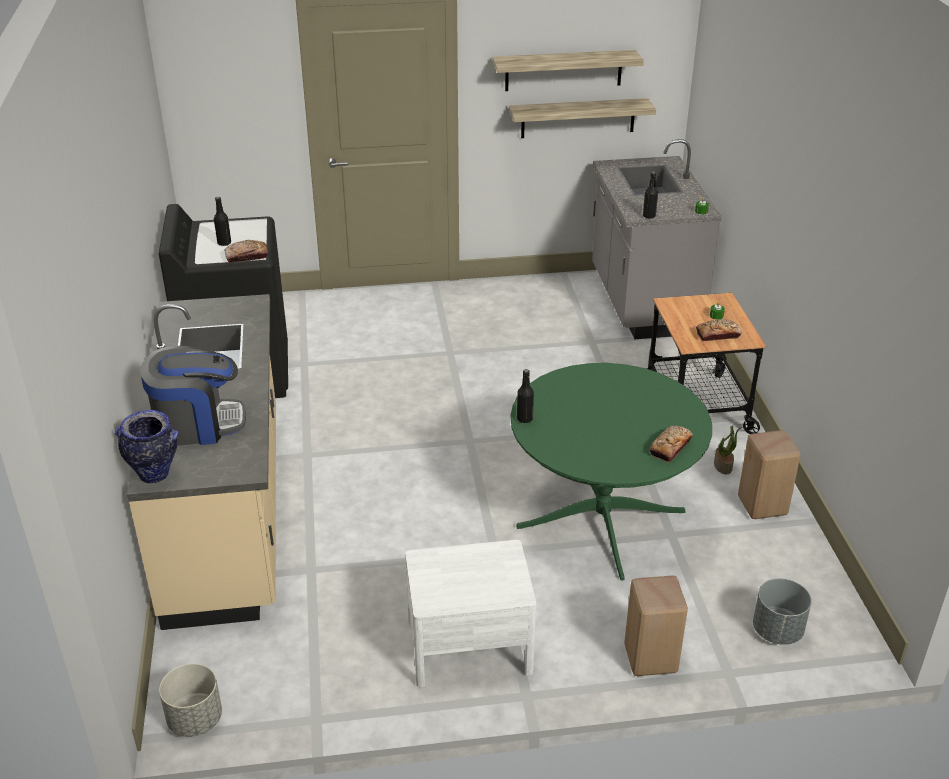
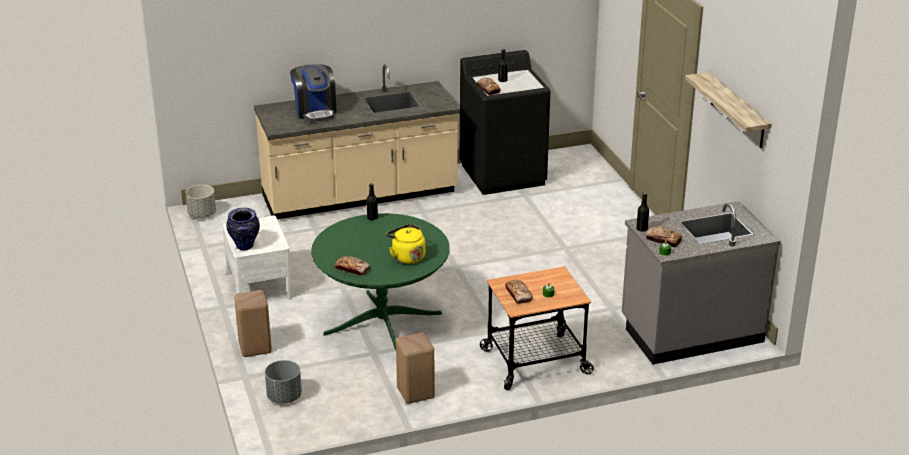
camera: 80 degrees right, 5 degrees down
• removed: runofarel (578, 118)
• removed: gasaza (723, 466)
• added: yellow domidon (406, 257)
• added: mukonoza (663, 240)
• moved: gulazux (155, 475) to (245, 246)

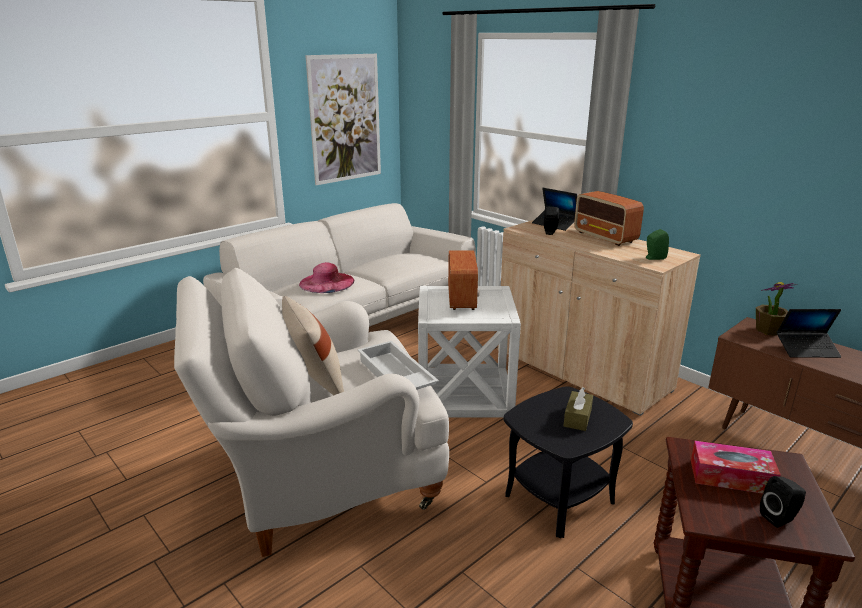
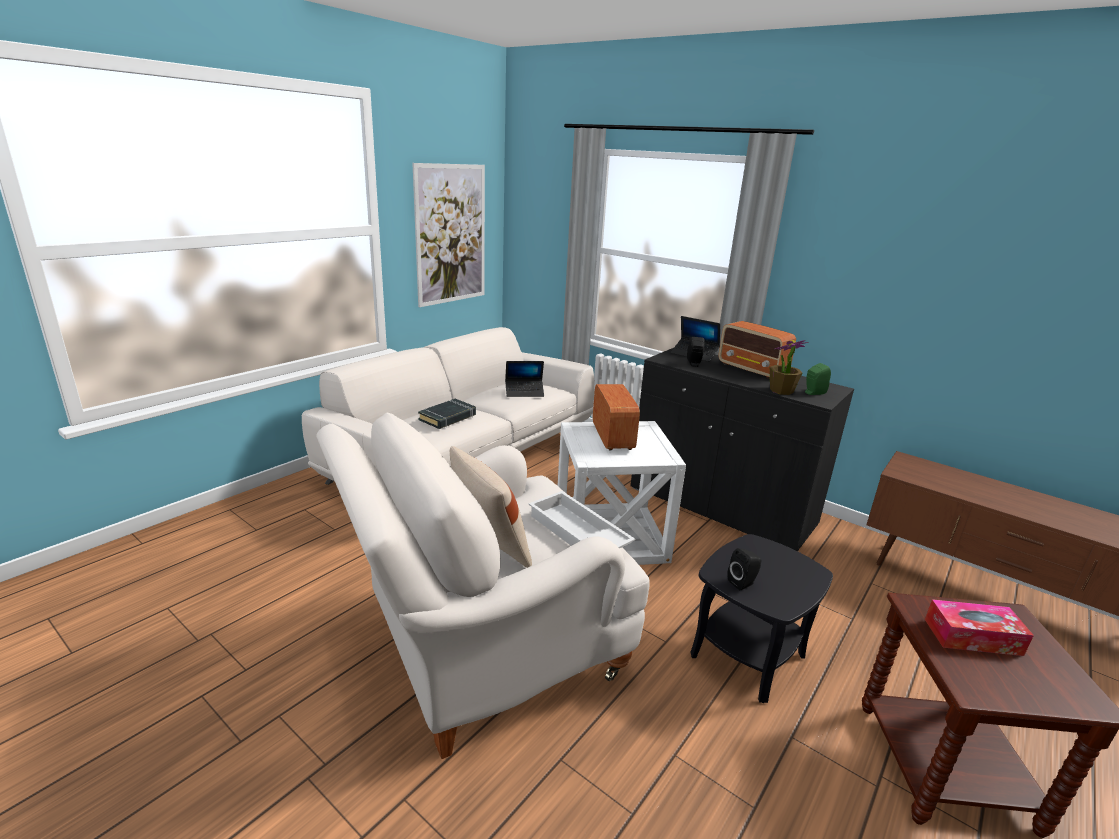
camera: 10 degrees left, 0 degrees up
• removed: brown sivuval (577, 418)
• moved: gasaza (768, 330) to (781, 391)
• moved: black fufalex (780, 518) to (743, 583)
• moved: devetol (806, 350) to (524, 392)
• replaced: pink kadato (327, 282) to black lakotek (448, 417)
• recoloured: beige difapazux (581, 370) to black difapazux (720, 506)

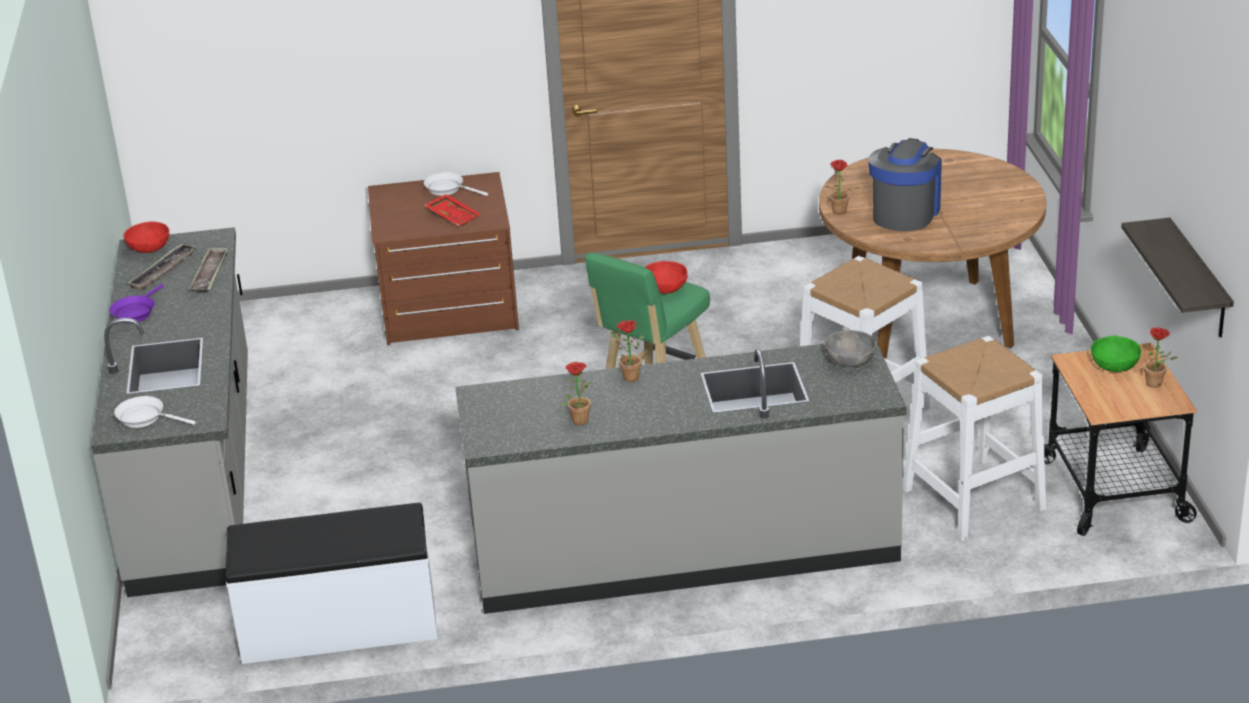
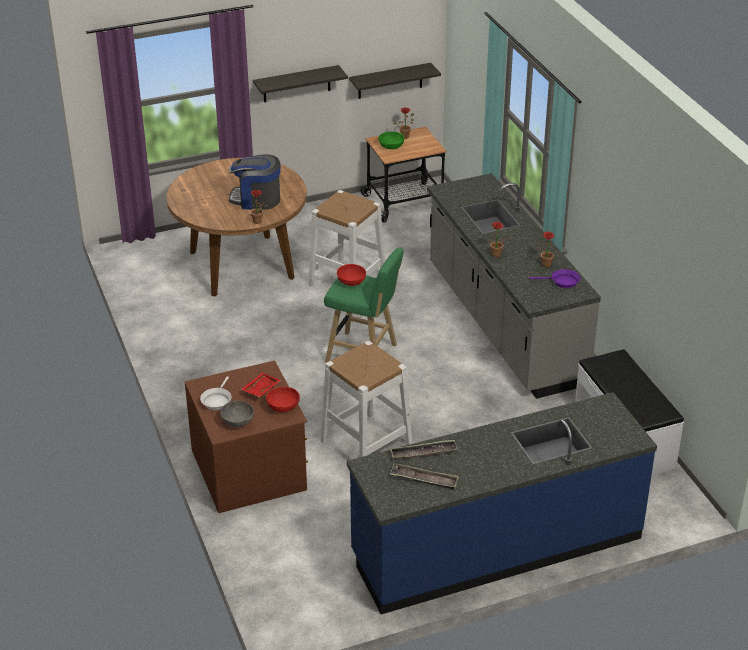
camera: 105 degrees left, 5 degrees up
• removed: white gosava (145, 418)
• added: runofarel (296, 84)
• moved: purple gosava (135, 312) to (562, 282)
• moved: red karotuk (149, 248) to (283, 407)
• moved: grey karotuk (850, 360) to (237, 421)
• moved: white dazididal (973, 498) to (366, 443)
• recoloured: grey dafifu (196, 473) to blue dafifu (496, 546)

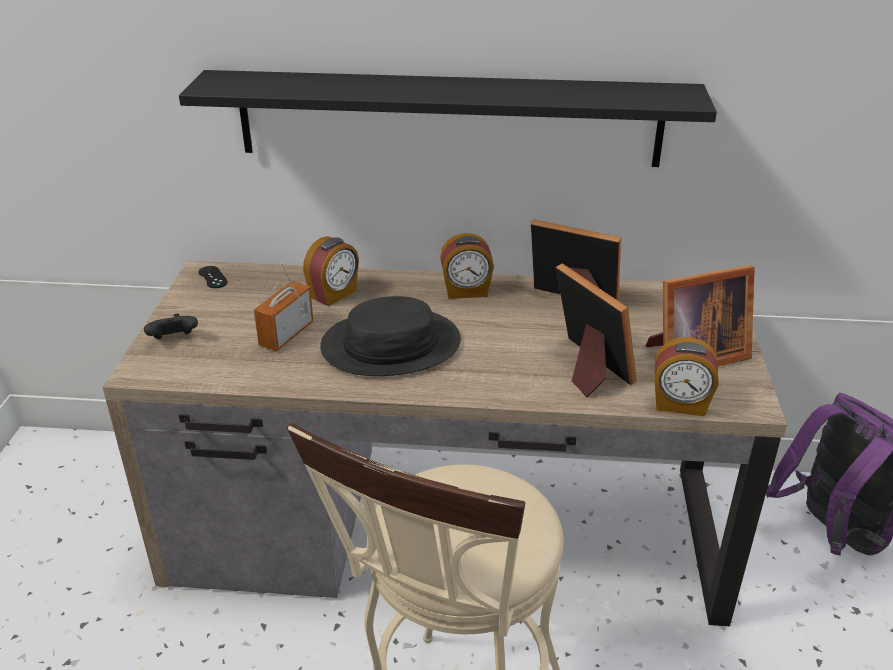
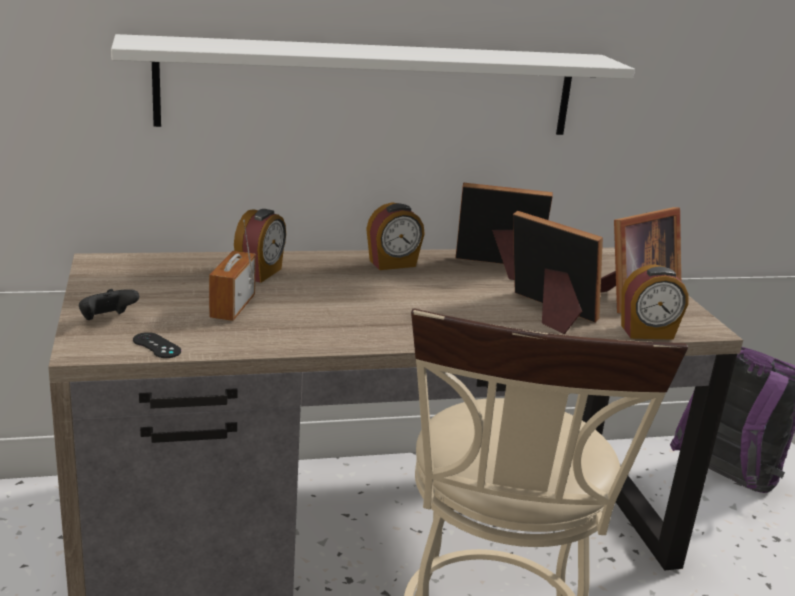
camera: 20 degrees left, 10 degrees down
• removed: black kadato (391, 345)
• moved: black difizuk (213, 277) to (156, 346)
• recoloured: black runofarel (448, 118) to white runofarel (371, 88)

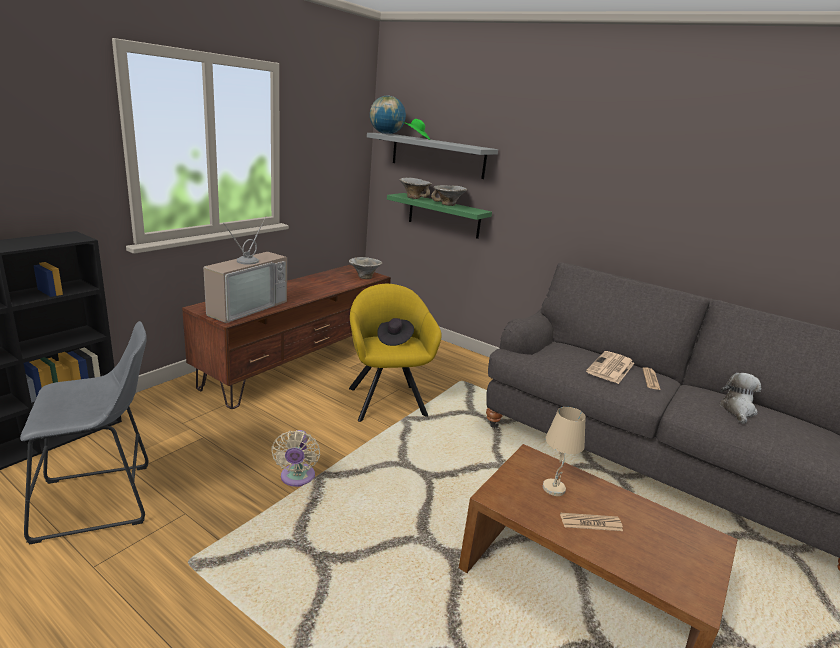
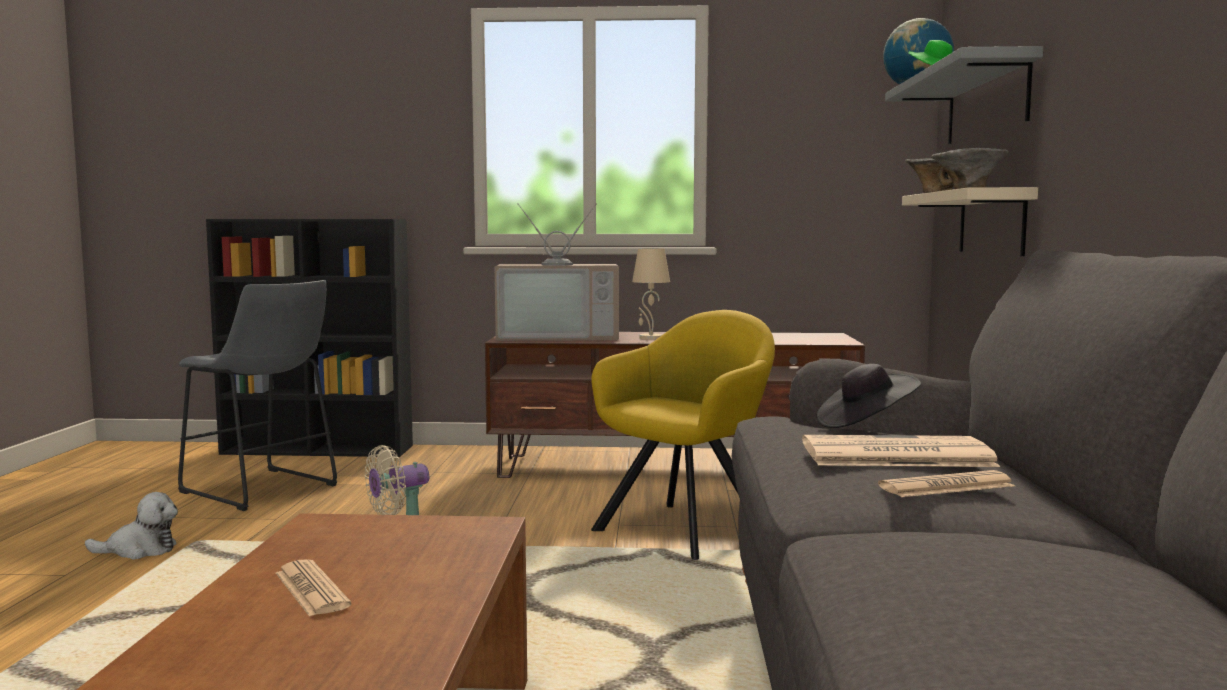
camera: 60 degrees right, 15 degrees down
• removed: karotuk (364, 277)
• moved: black kadato (394, 339) to (866, 424)
• moved: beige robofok (554, 489) to (650, 338)
• moved: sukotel (737, 410) to (139, 550)
• recoloured: green runofarel (444, 215) to beige runofarel (991, 222)

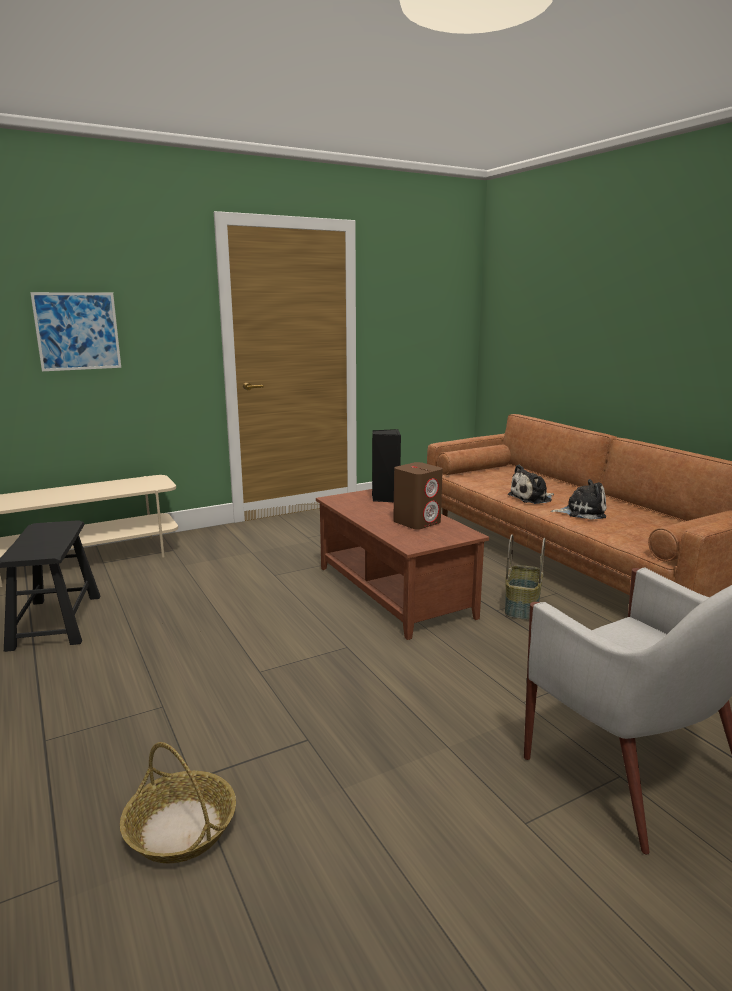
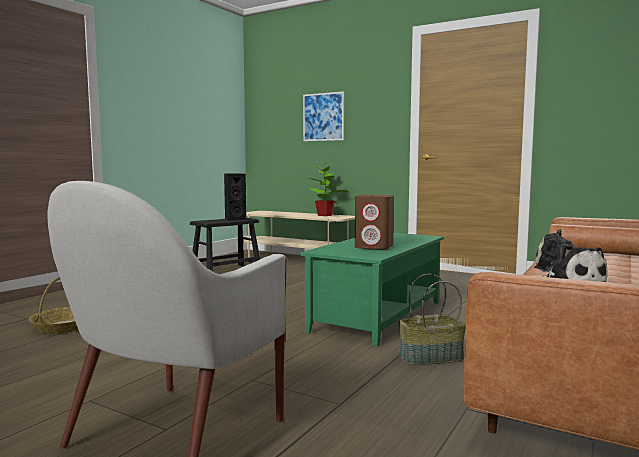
camera: 60 degrees right, 10 degrees down
• added: gasaza (325, 215)
• moved: black fufalex (385, 498) to (234, 219)
• recoloured: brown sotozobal (395, 591) to green sotozobal (379, 316)

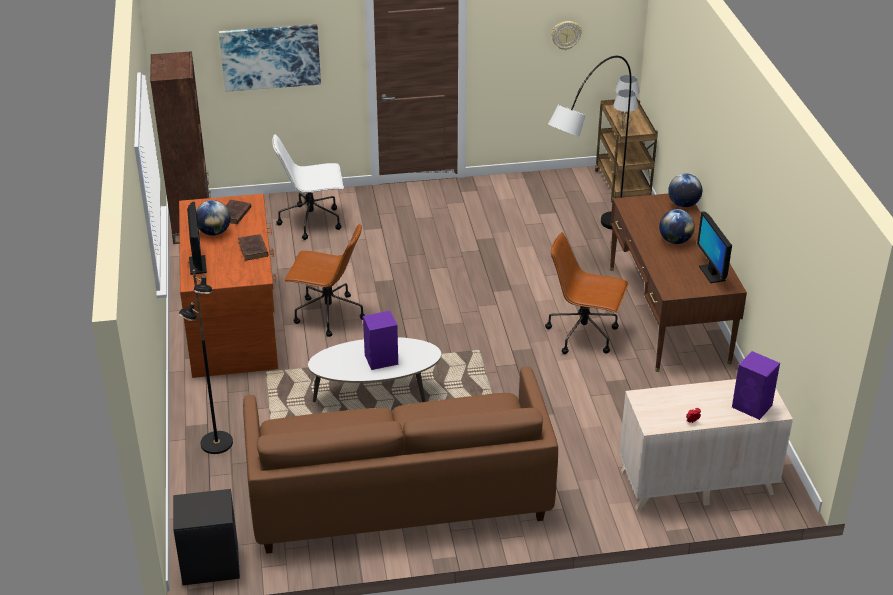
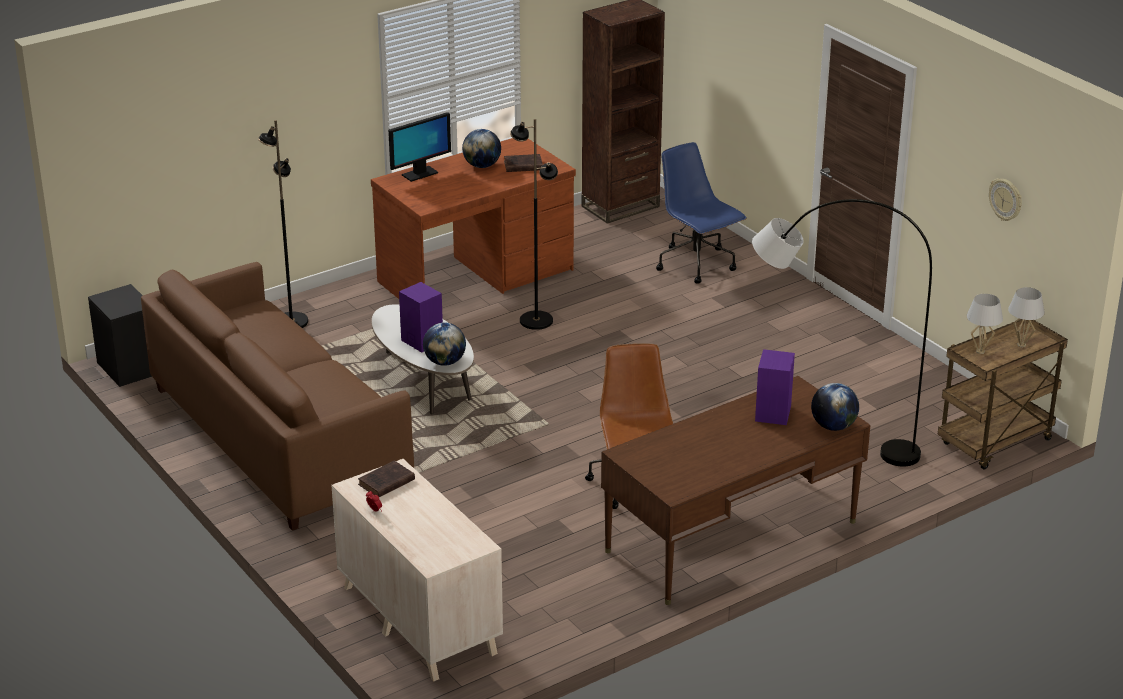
camera: 65 degrees right, 5 degrees down
• removed: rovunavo (270, 57)
• removed: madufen (712, 273)
• moved: brown lakotek (253, 250) to (385, 483)
• moved: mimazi (675, 241) to (445, 362)
• moved: purple fufalex (752, 406) to (773, 414)
• replaced: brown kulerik (328, 315) to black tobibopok (536, 320)
• recoloured: white kulerik (312, 221) to blue kulerik (697, 264)

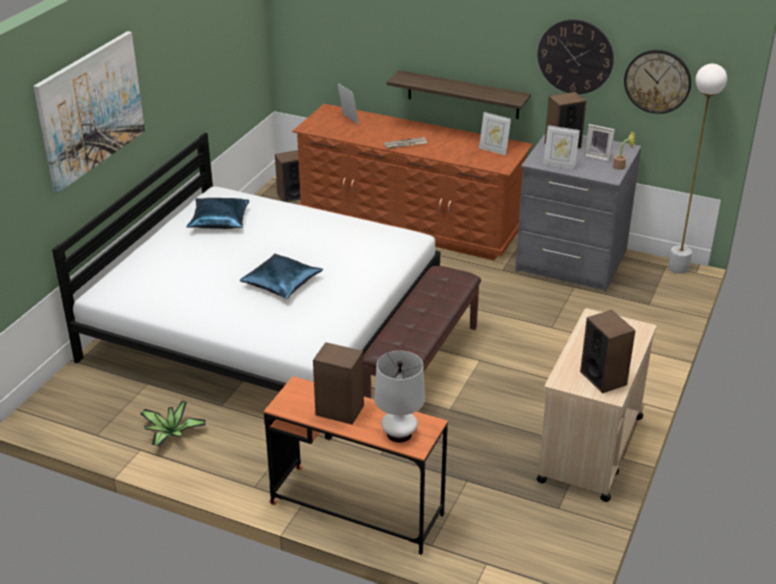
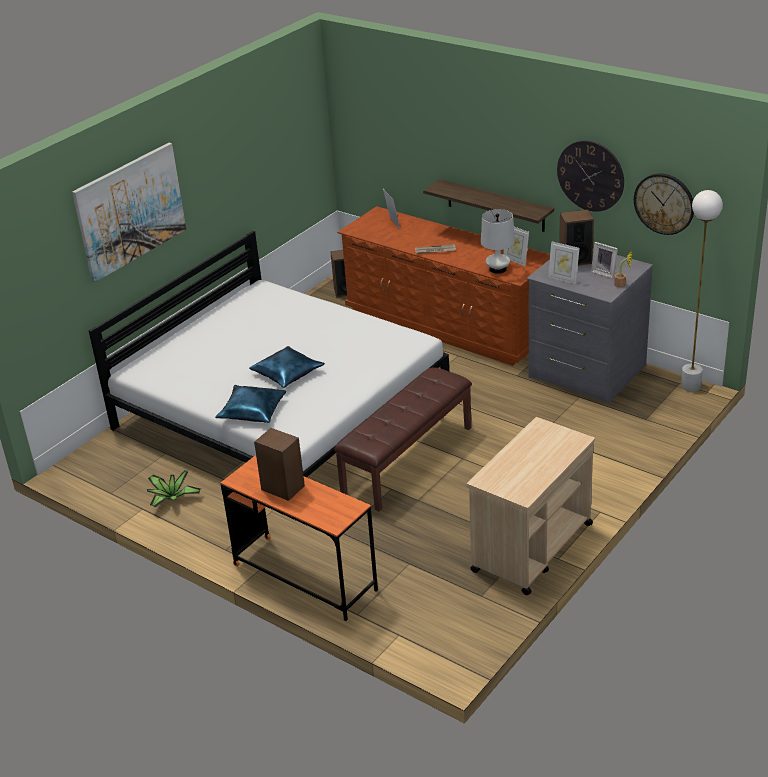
camera: 15 degrees right, 0 degrees up
• removed: fufalex (603, 378)
• moved: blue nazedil (219, 221) to (252, 411)
• moved: white robofok (399, 433) to (498, 269)

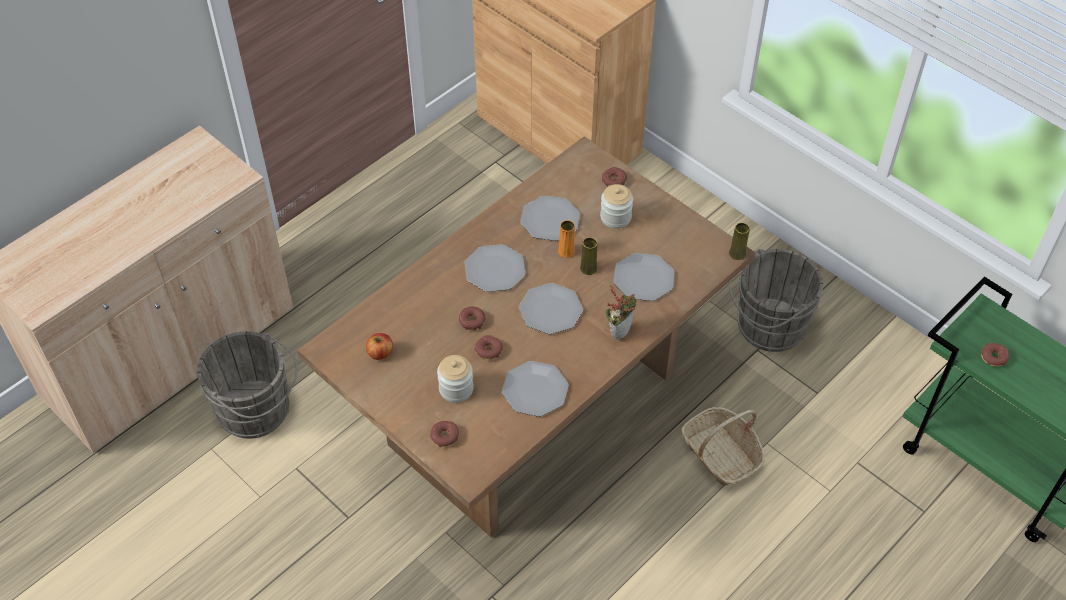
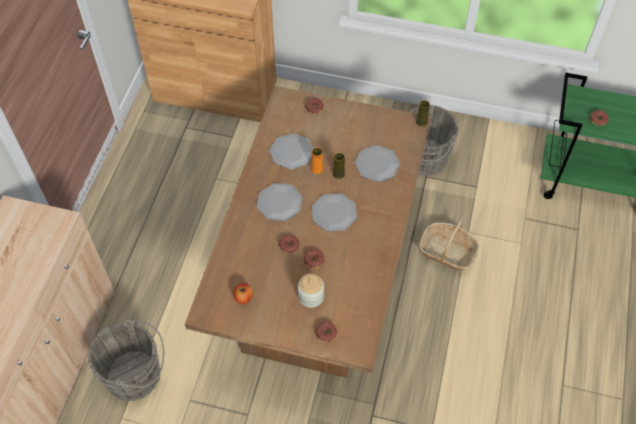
camera: 30 degrees left, 5 degrees up
• removed: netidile (535, 390)
• removed: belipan (615, 217)
• removed: gasaza (619, 330)

